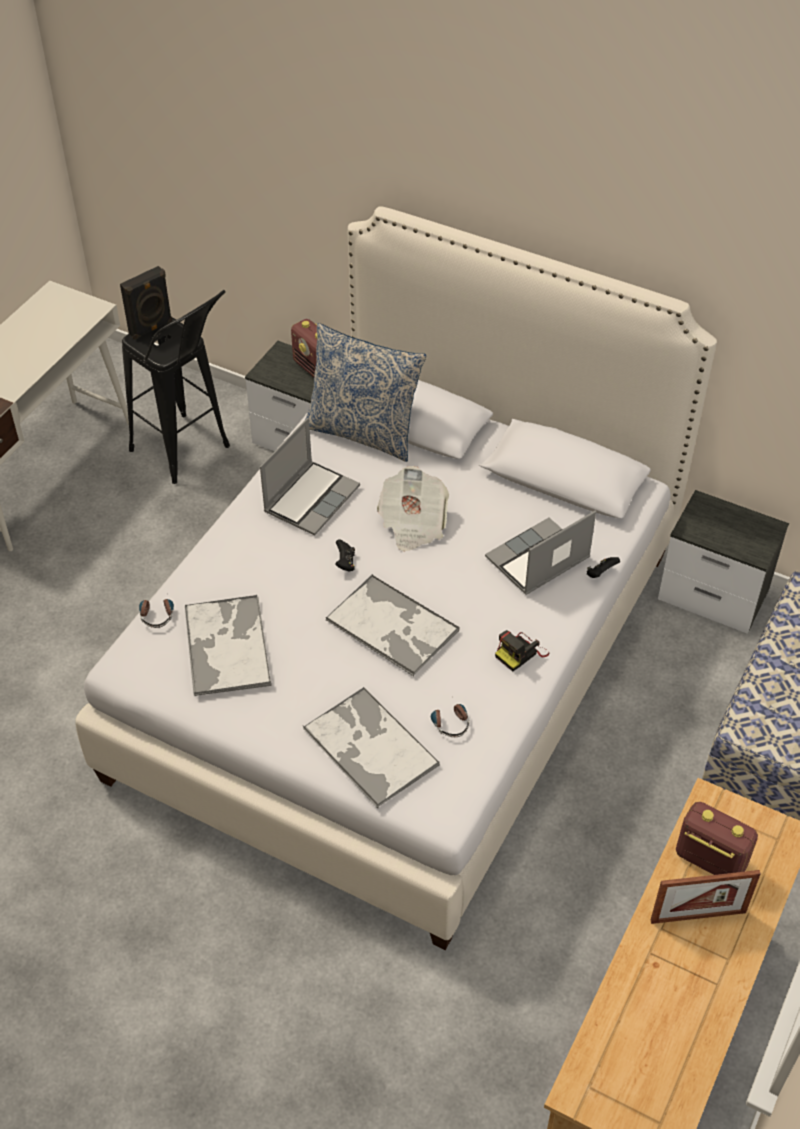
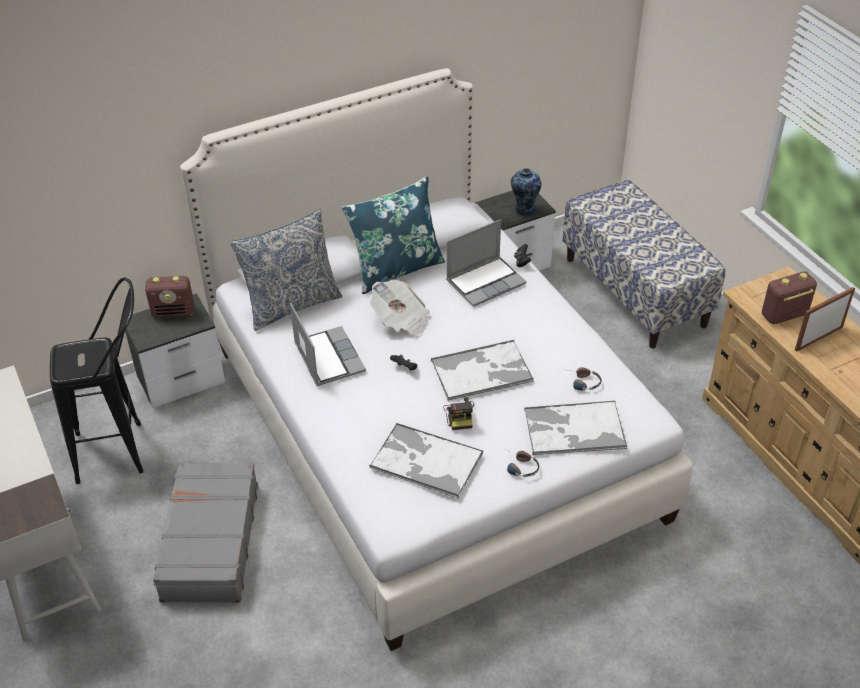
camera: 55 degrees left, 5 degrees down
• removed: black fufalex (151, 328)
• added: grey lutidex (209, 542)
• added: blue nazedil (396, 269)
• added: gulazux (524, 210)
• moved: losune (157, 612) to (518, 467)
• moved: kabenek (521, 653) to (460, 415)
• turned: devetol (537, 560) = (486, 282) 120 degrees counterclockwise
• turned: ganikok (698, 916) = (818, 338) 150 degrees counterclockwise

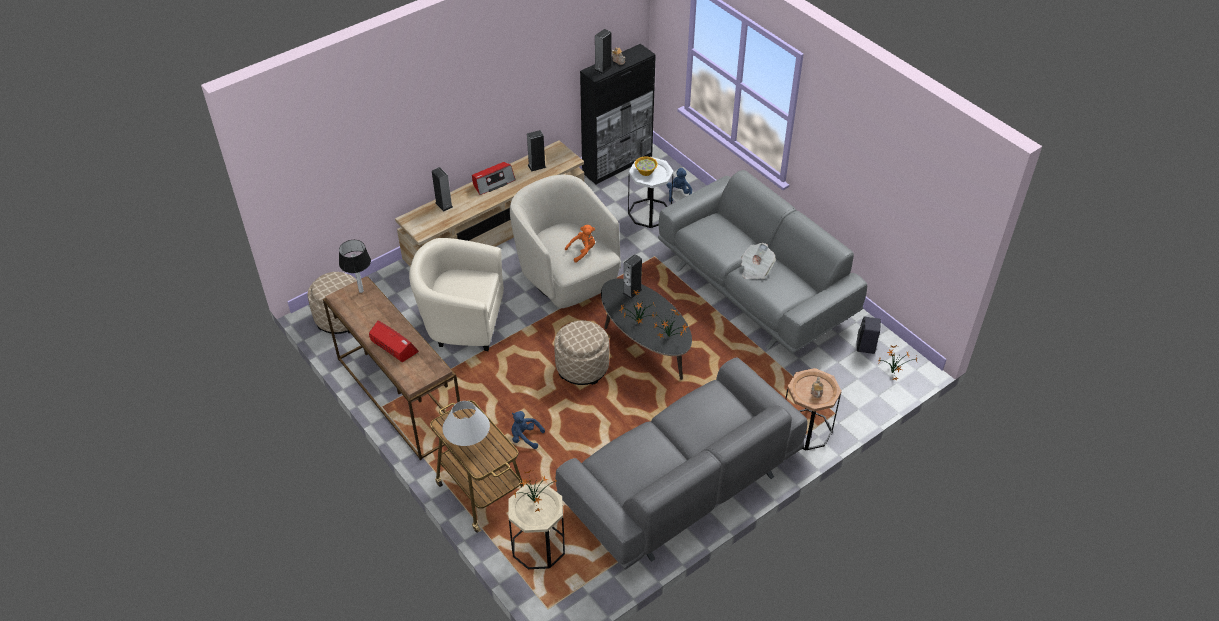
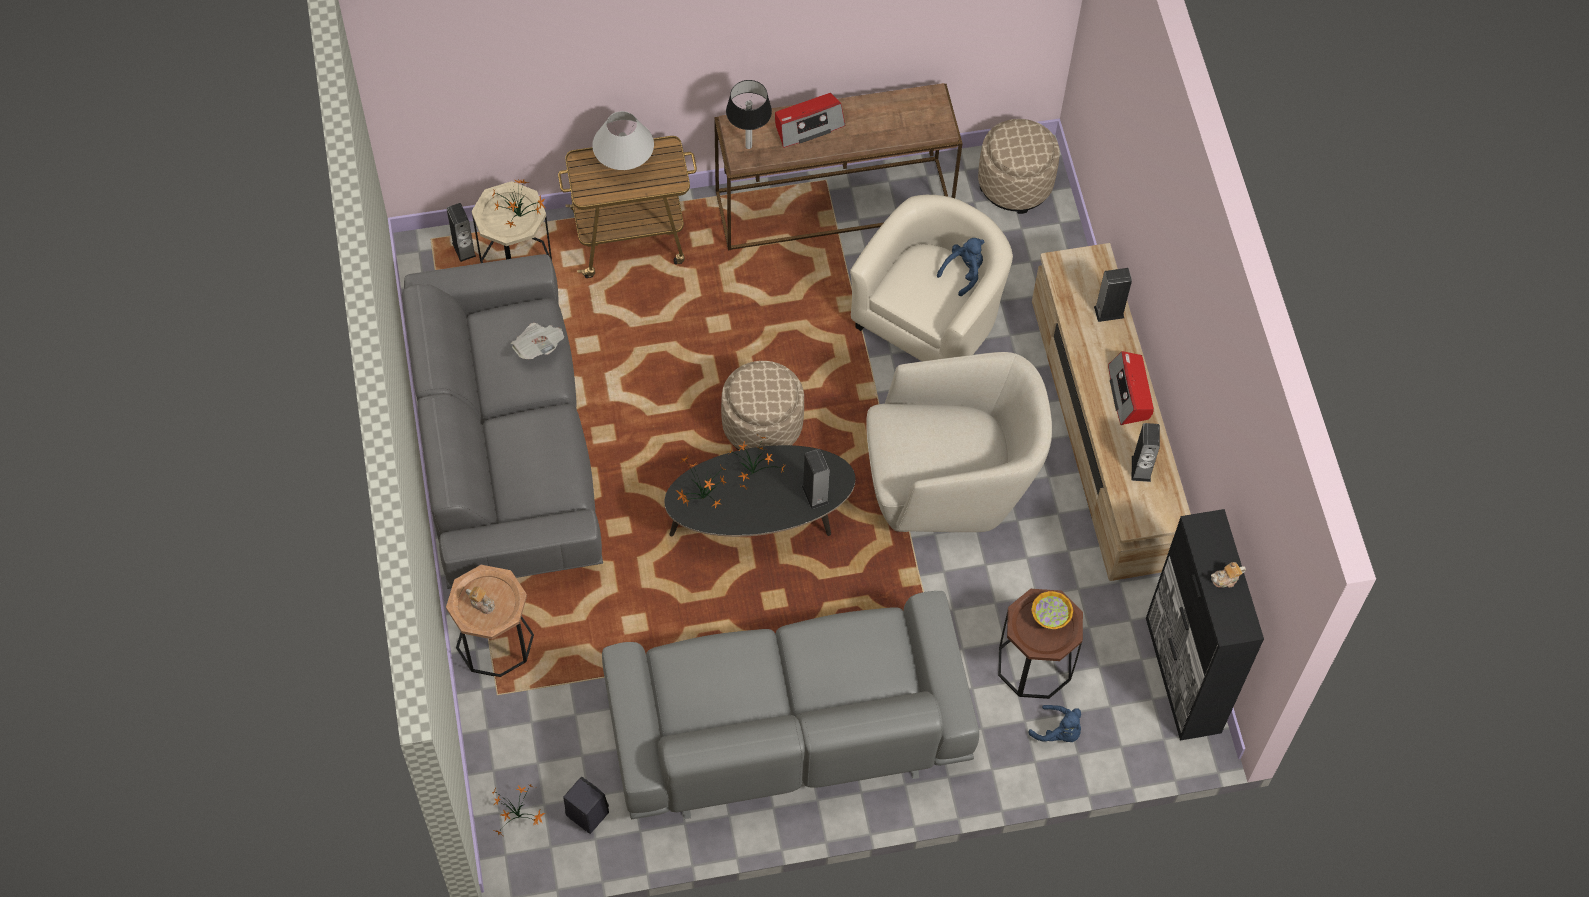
camera: 115 degrees right, 15 degrees up
• removed: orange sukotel (582, 251)
• moved: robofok (361, 291) to (749, 146)
• moved: blue sukotel (525, 437) to (963, 272)
• moved: fufalex (603, 68) to (464, 250)
• moved: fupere (755, 269) to (538, 347)
• recoloured: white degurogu (649, 213) to brown degurogu (1034, 664)

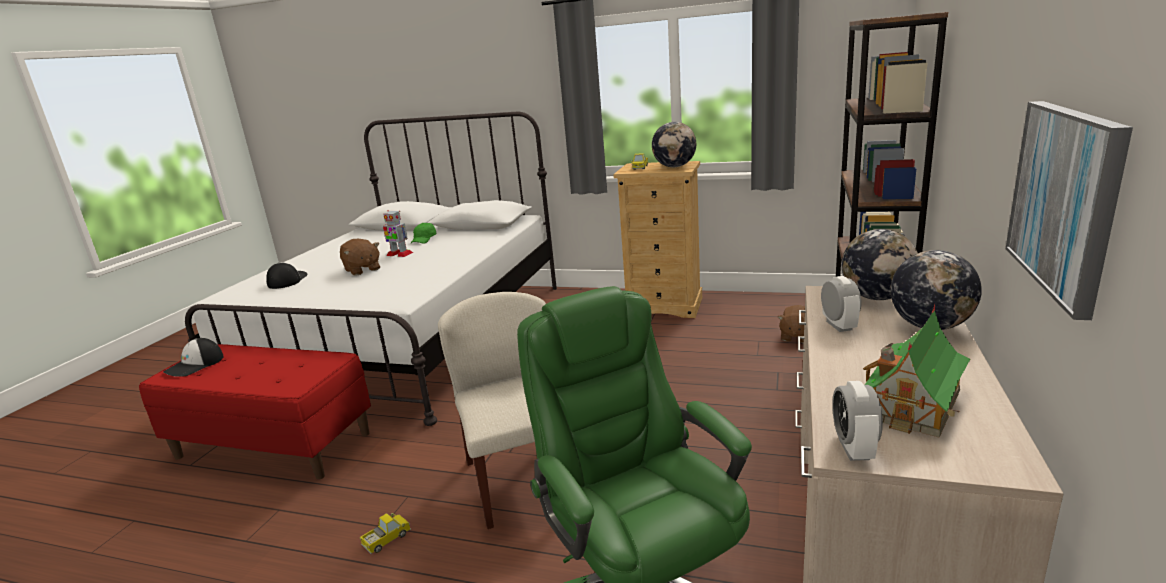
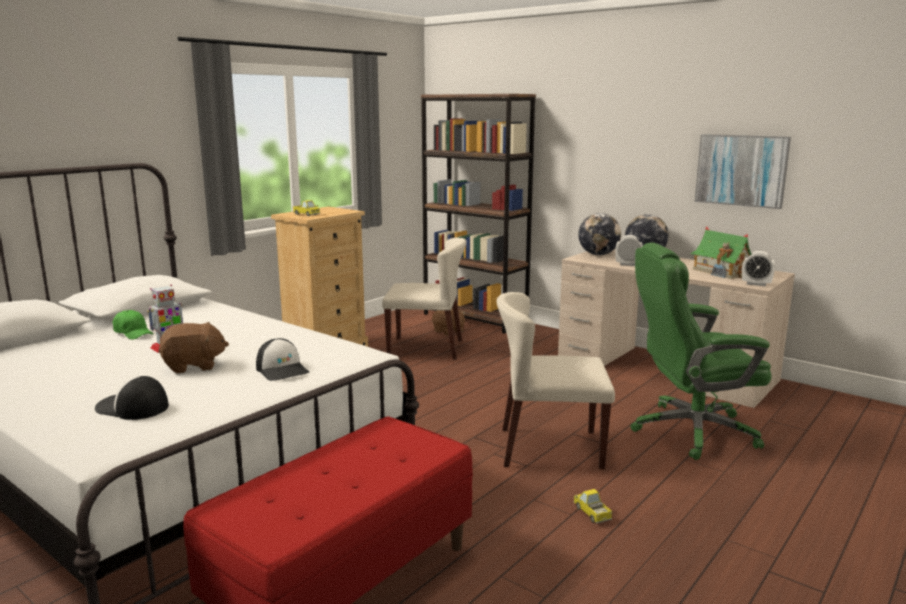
camera: 70 degrees left, 5 degrees down
• removed: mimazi (674, 167)
• added: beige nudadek (426, 348)
• moved: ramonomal (195, 365) to (282, 370)

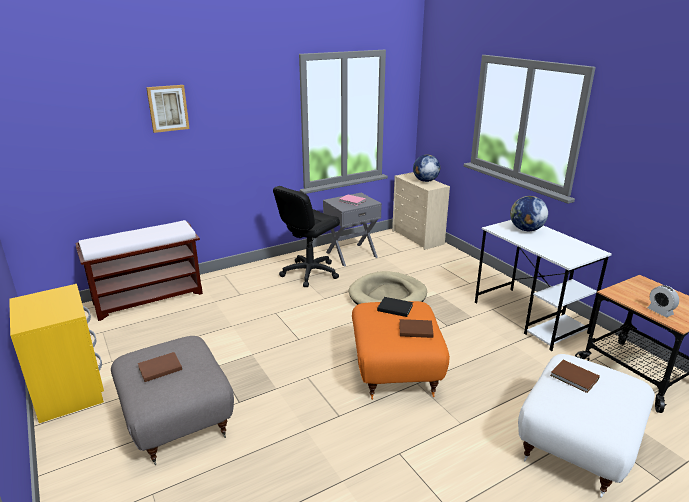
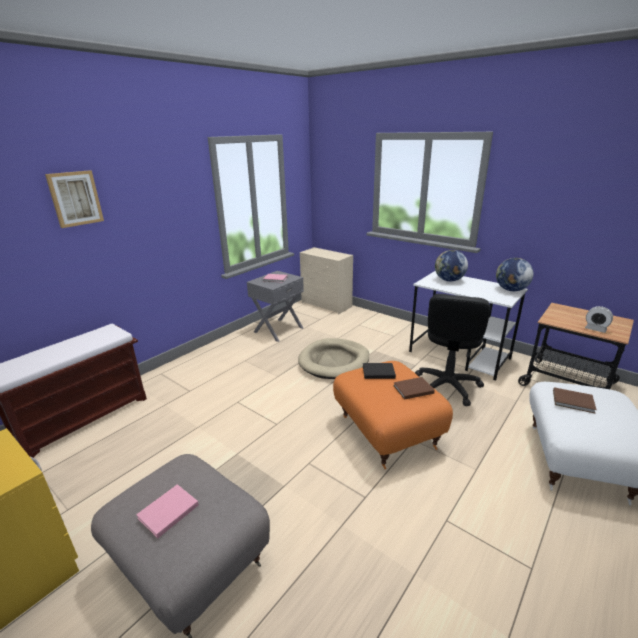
camera: 20 degrees left, 0 degrees up
• moved: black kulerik (309, 273) to (447, 386)
• moved: mimazi (425, 181) to (511, 290)
• recoloured: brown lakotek (159, 368) to pink lakotek (166, 512)

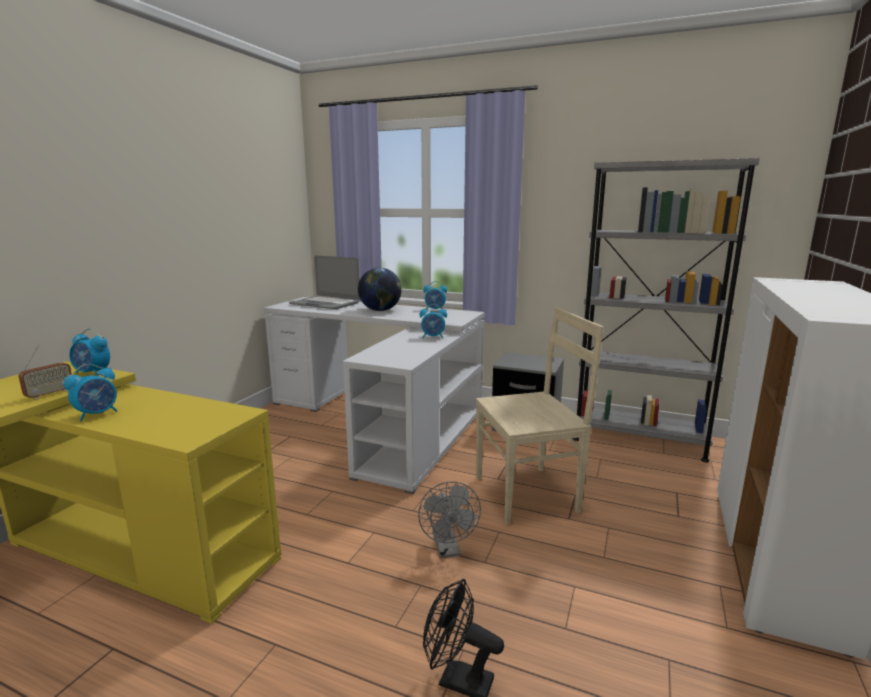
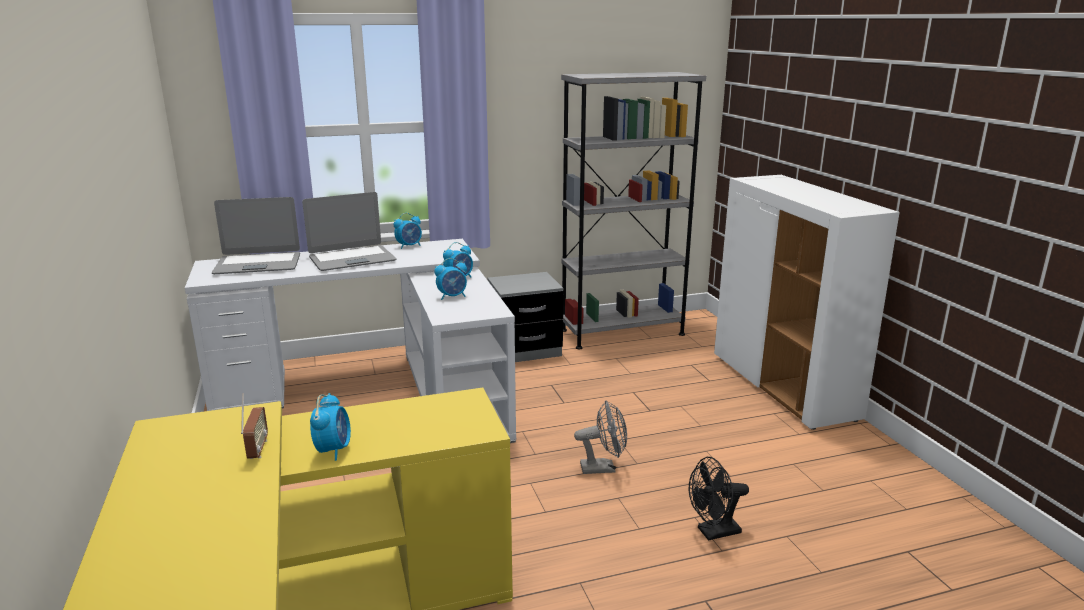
camera: 40 degrees left, 5 degrees up
• removed: beige nudadek (529, 493)
• moved: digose (93, 373) to (452, 297)
• replaced: mimazi (380, 310) to devetol (352, 259)
• turned: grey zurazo (448, 550) = (603, 468) 45 degrees counterclockwise

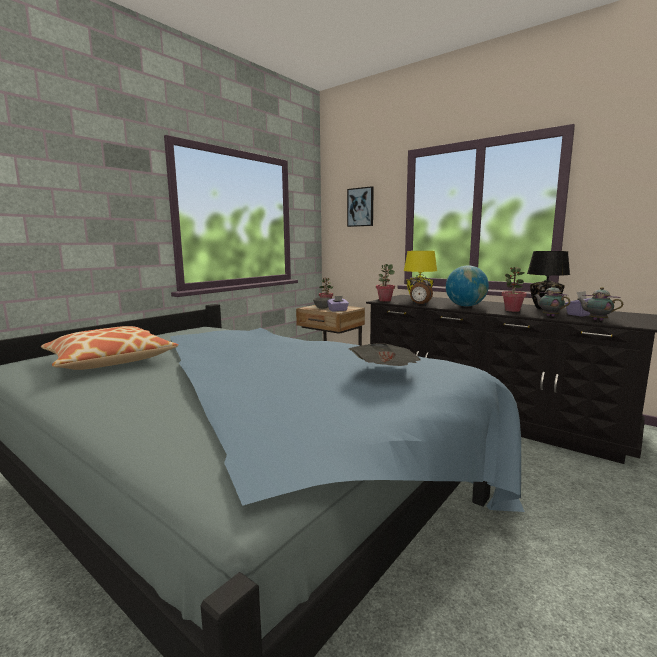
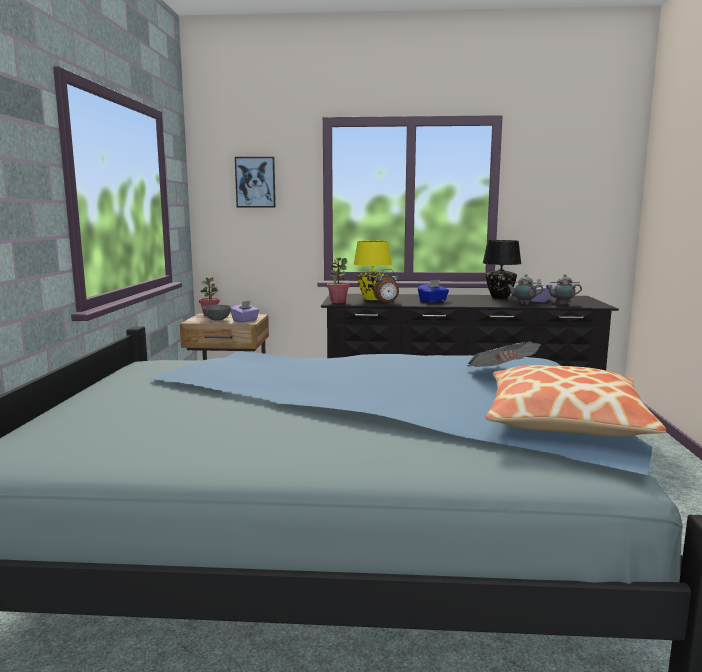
camera: 35 degrees left, 0 degrees up
• removed: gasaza (512, 310)
• moved: nazedil (110, 361) to (564, 420)
• replaced: mimazi (465, 306) to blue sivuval (433, 301)

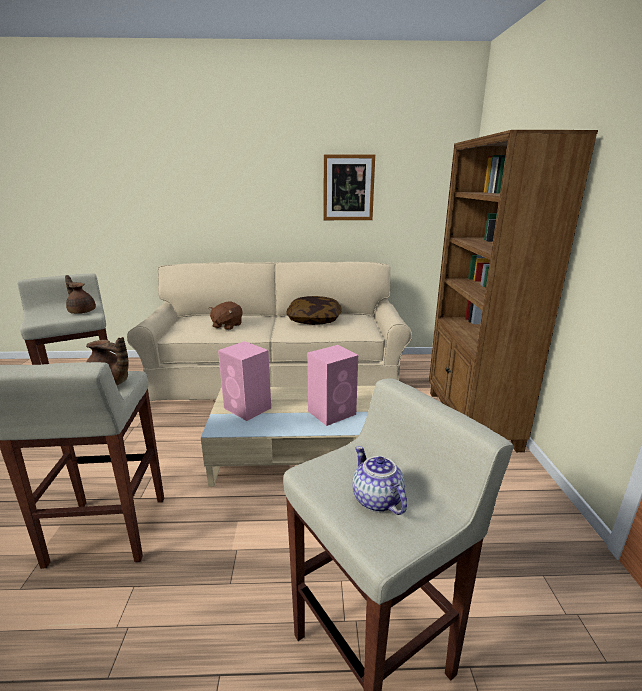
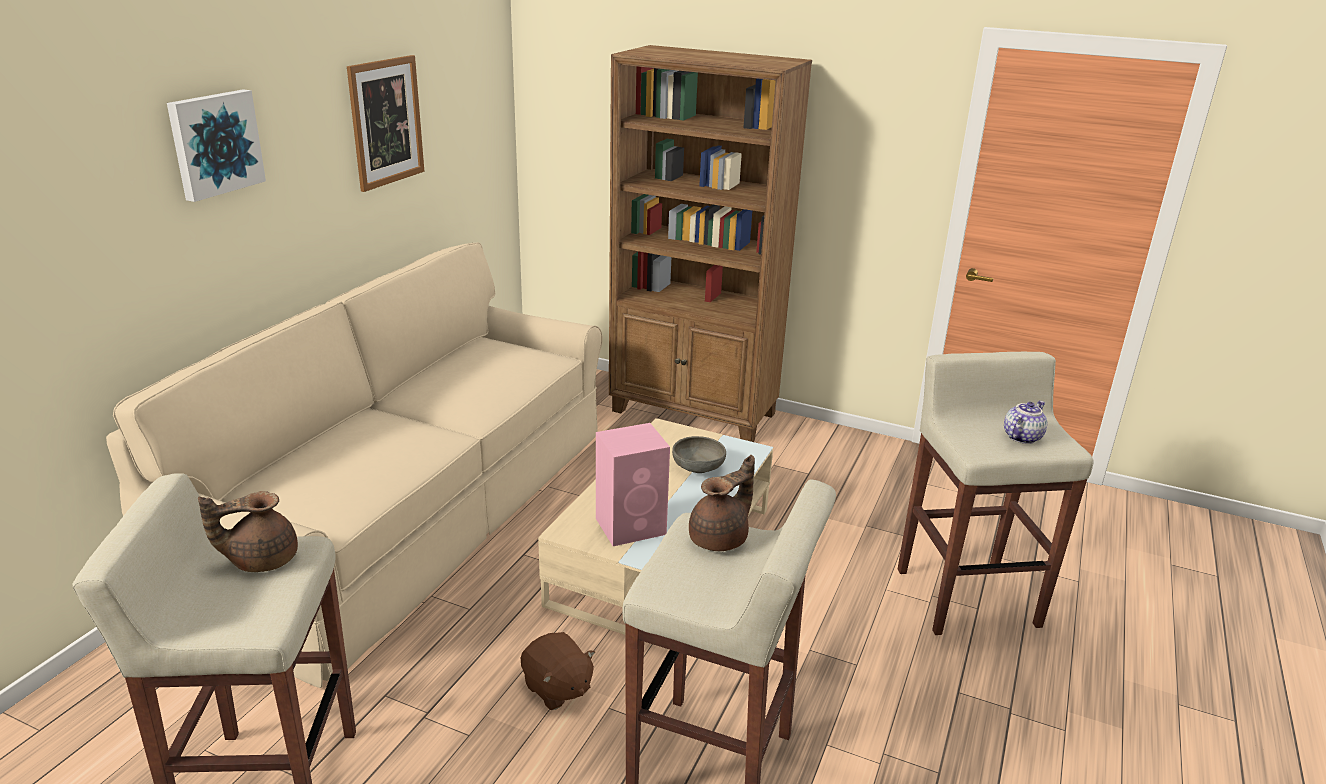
camera: 65 degrees left, 5 degrees up
• removed: nazedil (314, 320)
• added: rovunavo (214, 143)
• moved: brown sukotel (227, 326) to (557, 688)
• replaced: pink fufalex (333, 412) to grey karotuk (698, 467)
• turned: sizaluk (375, 500) = (1021, 437) 135 degrees clockwise

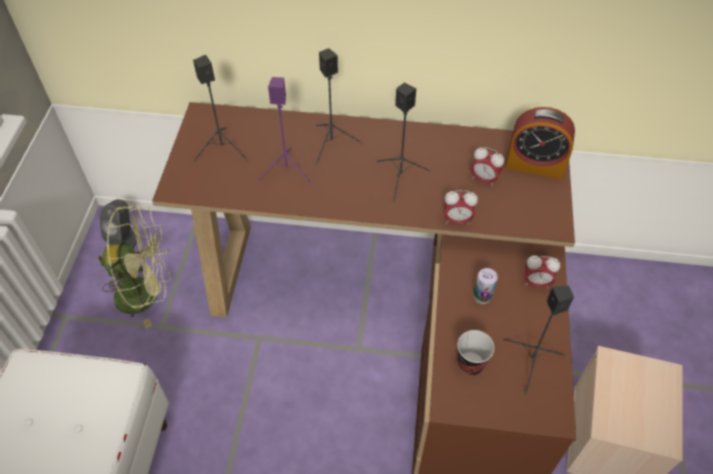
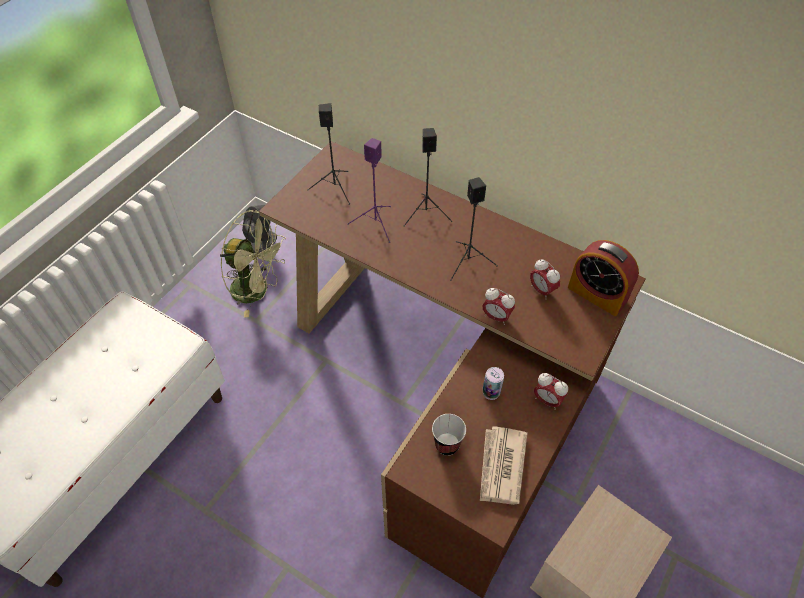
camera: 25 degrees right, 0 degrees up
• replaced: black fufalex (531, 363) to fupere (501, 467)

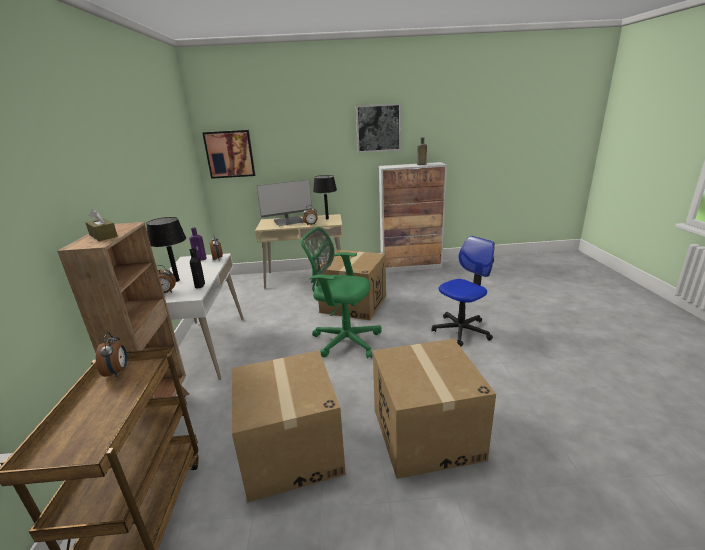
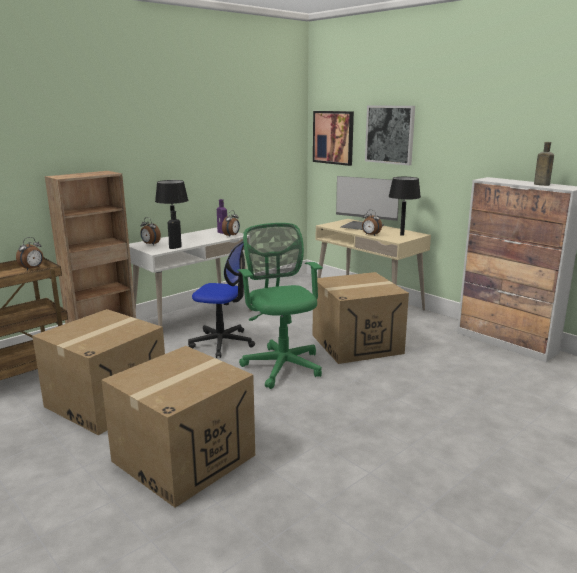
camera: 50 degrees right, 5 degrees down
• removed: brown sivuval (103, 236)
• moved: rovunavo (378, 128) to (390, 134)
• moved: kulerik (461, 330) to (222, 343)

